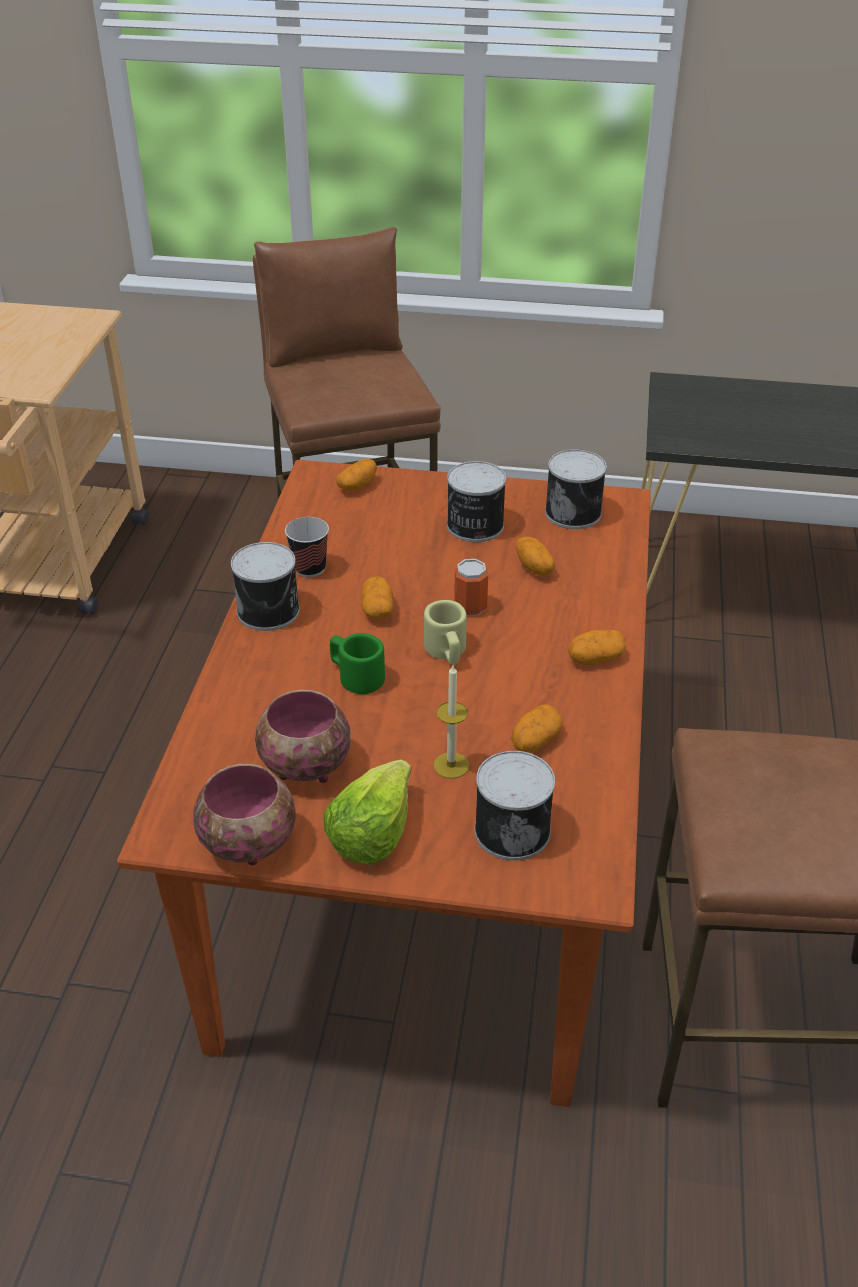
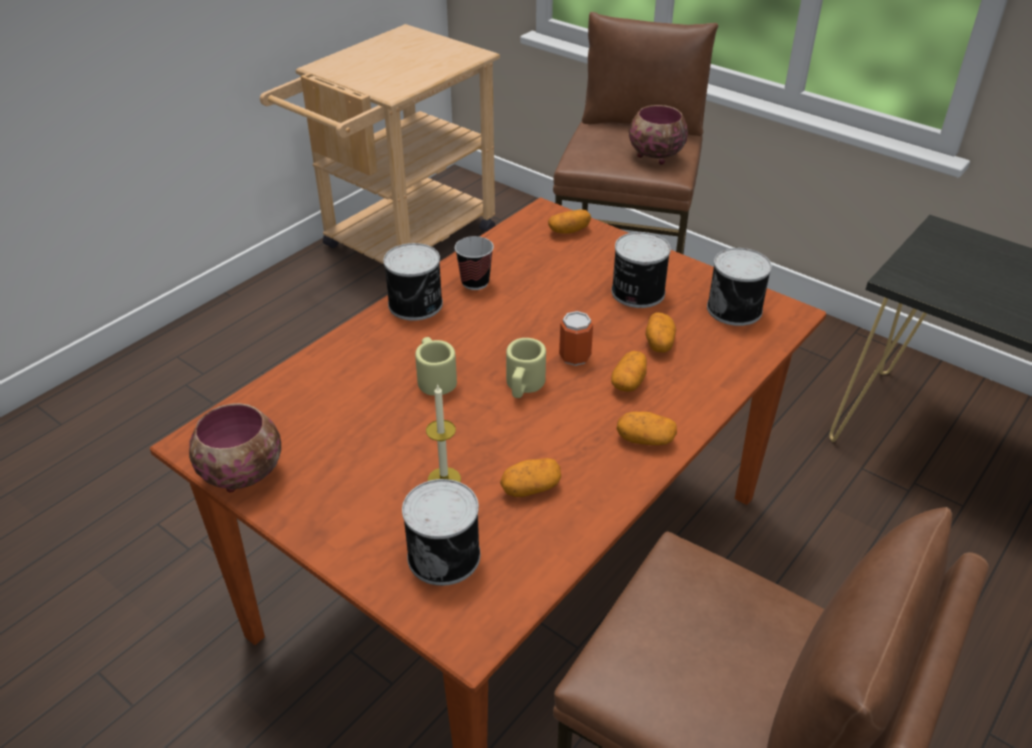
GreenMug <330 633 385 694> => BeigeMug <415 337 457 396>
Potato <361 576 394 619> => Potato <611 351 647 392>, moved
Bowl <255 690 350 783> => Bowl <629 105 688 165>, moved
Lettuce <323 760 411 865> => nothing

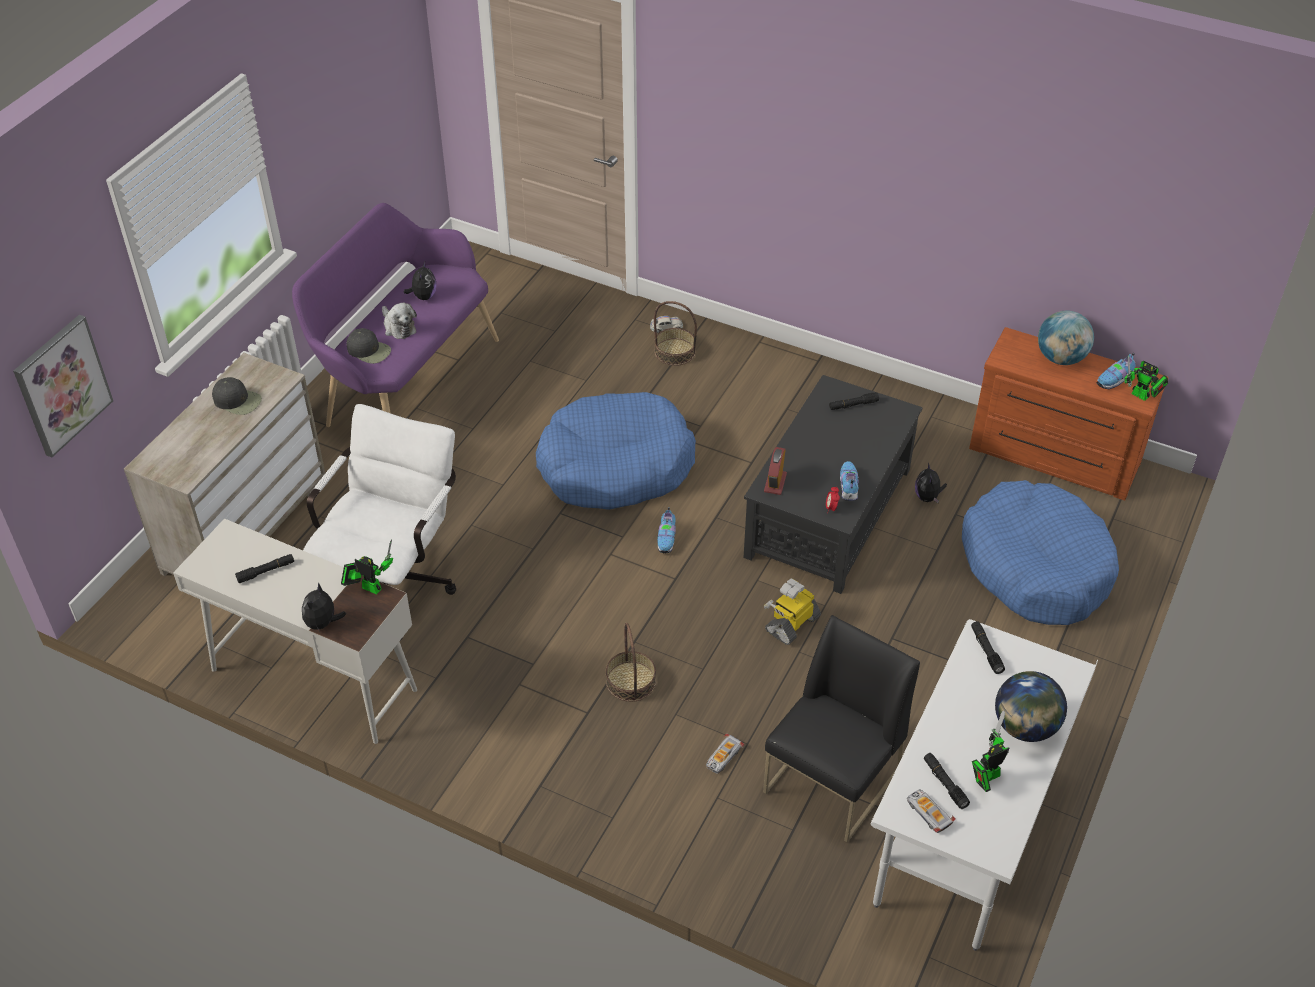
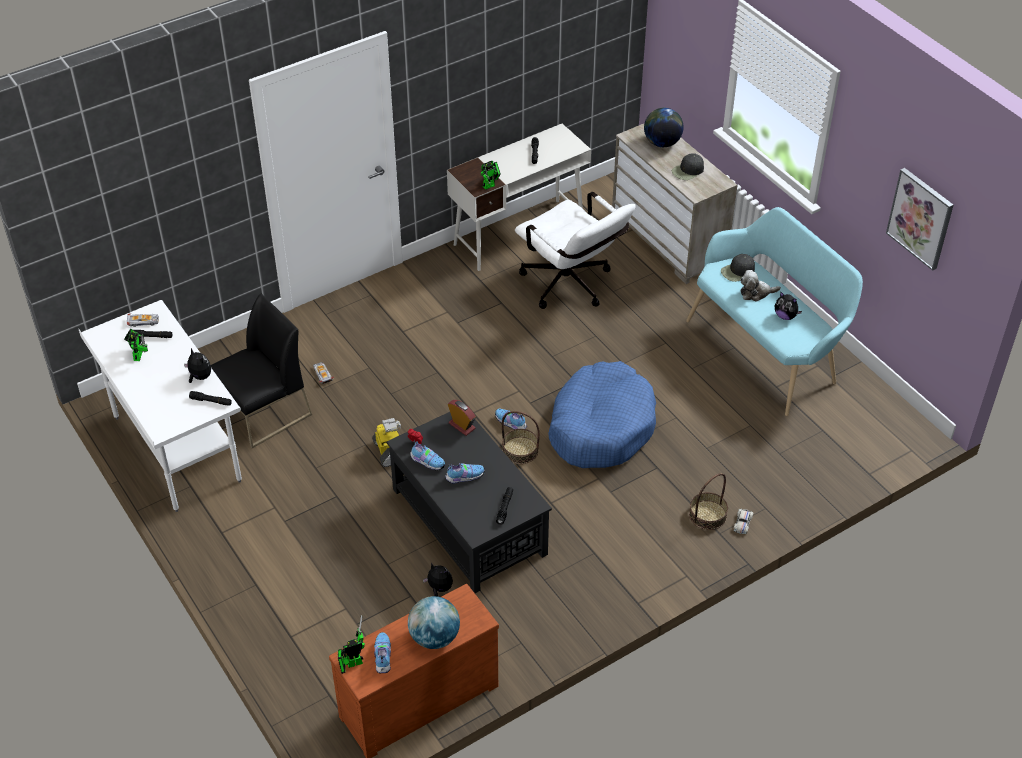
PlushToy <302 582 346 633> => PlushToy <184 348 211 383>, moved
BlackChair <763 615 920 843> => BlackChair <211 293 312 448>, 105 degrees counterclockwise
nothing => Shoe <445 463 485 484>
Basket <606 622 656 702> => Basket <502 411 540 464>, moved
Globe <995 671 1067 742> => Globe <644 108 684 147>, moved
PurpleBench <292 203 499 427> => TurquoiseBench <686 207 863 416>
Picture <13 315 113 458> => Picture <886 168 953 271>, moved
BlueDogBed <962 480 1119 625> => nothing

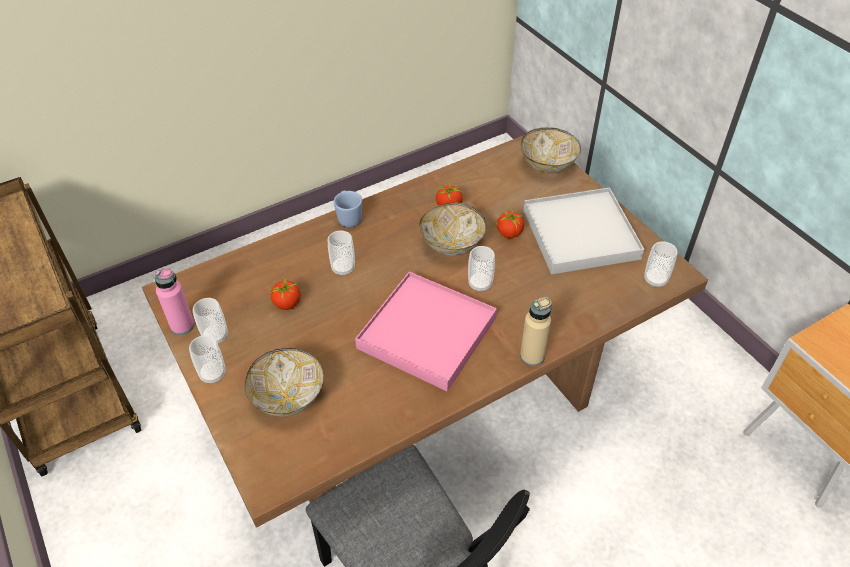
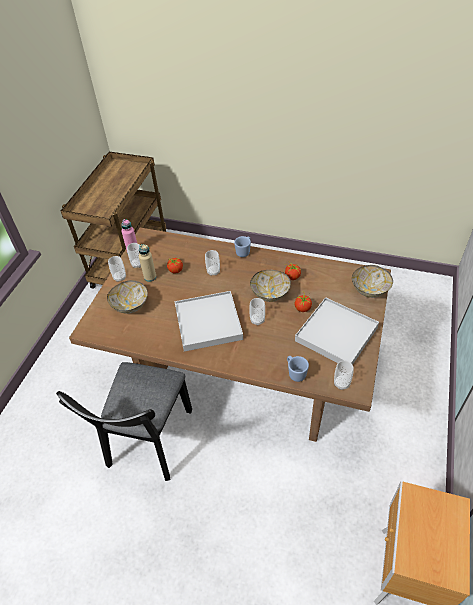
BeigeBottle <520 297 552 366> => BeigeBottle <139 244 156 282>, moved
PinkTray <355 272 497 391> => WhiteTray <175 291 243 352>
nothing => BlueMug <287 356 309 382>

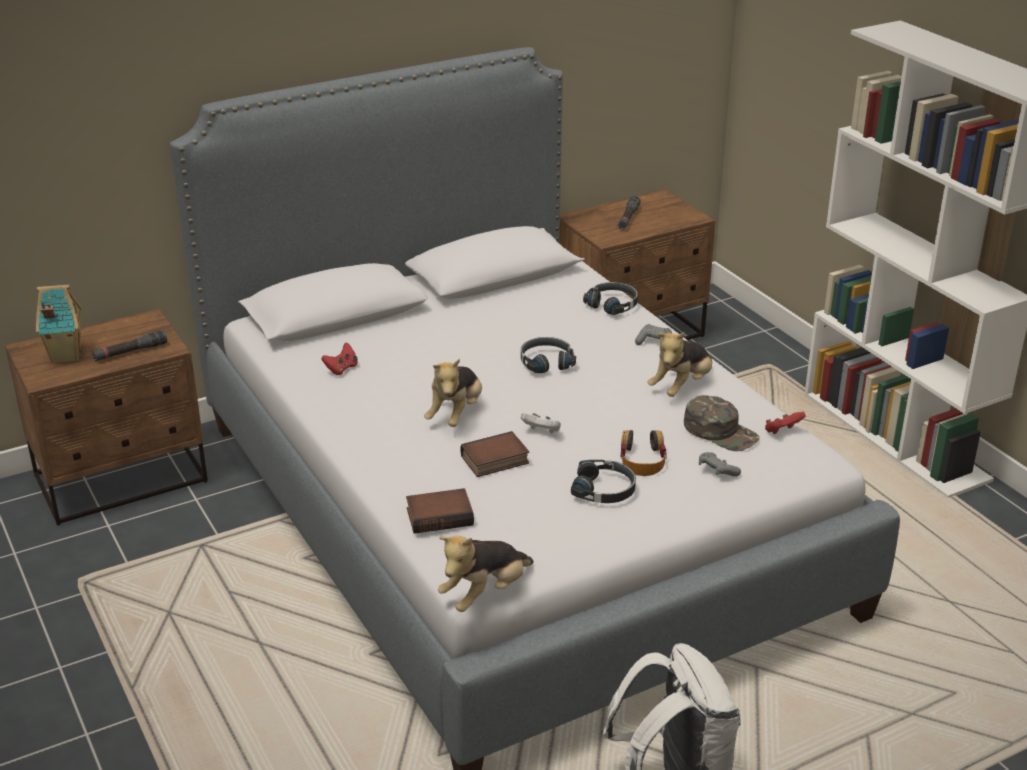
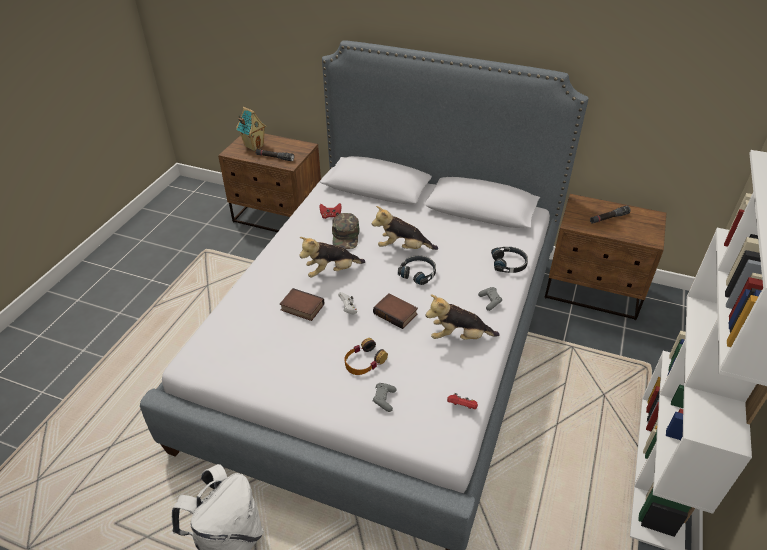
GreenCap <684 395 760 451> => GreenCap <332 213 360 249>, moved
PlushToy <438 536 534 612> => PlushToy <372 206 438 250>, moved
Book <406 488 474 534> => Book <373 293 418 329>, moved
BlackHeadphones <571 460 636 503> => nothing

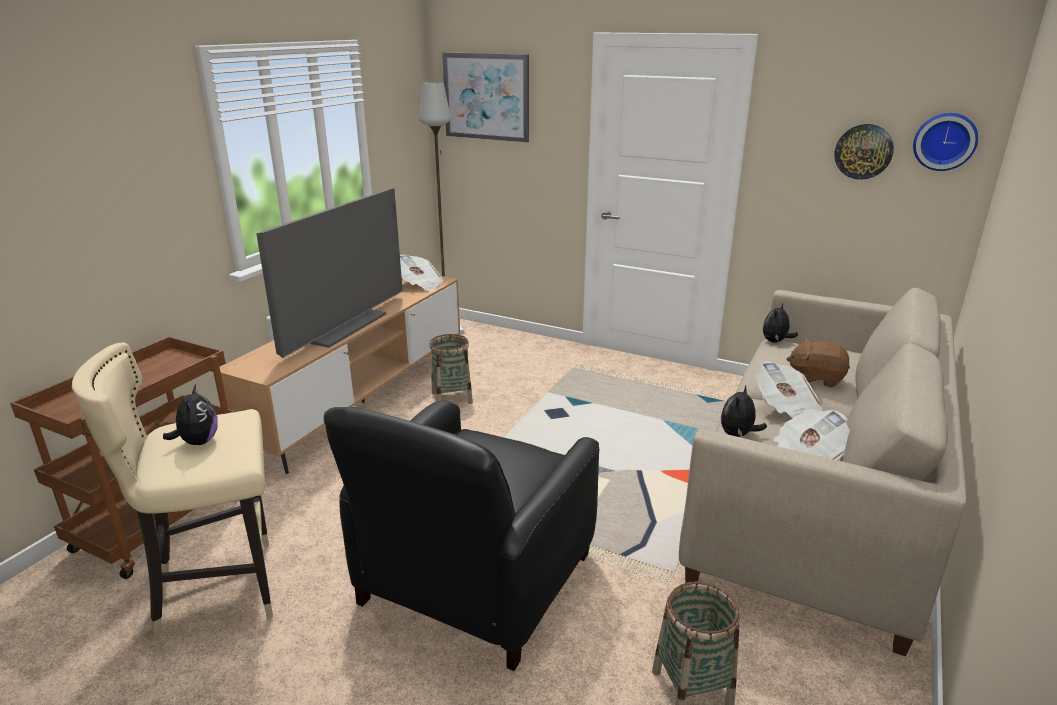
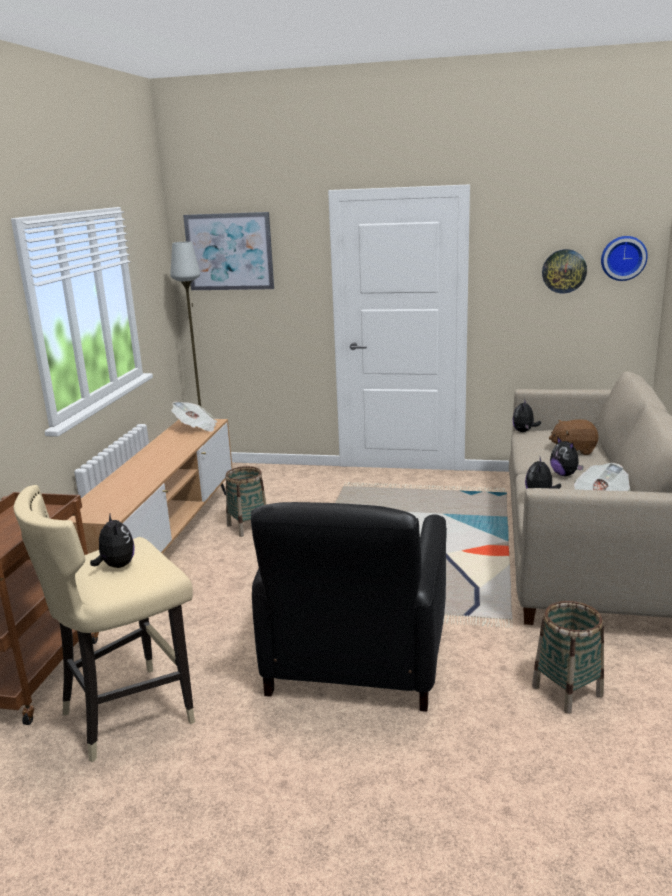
Newspaper <755 361 823 418> => PlushToy <550 436 584 476>
Television <256 188 403 358> => nothing

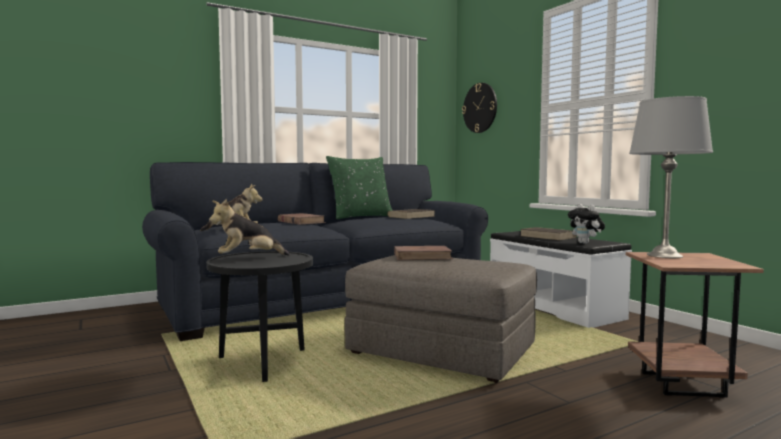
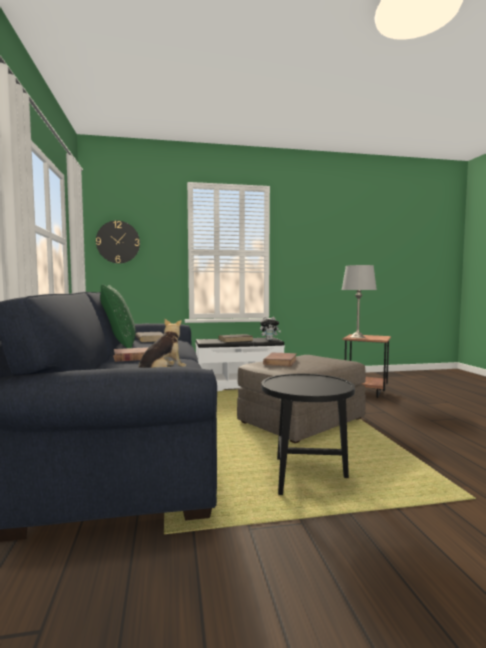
PlushToy <209 199 290 256> => nothing

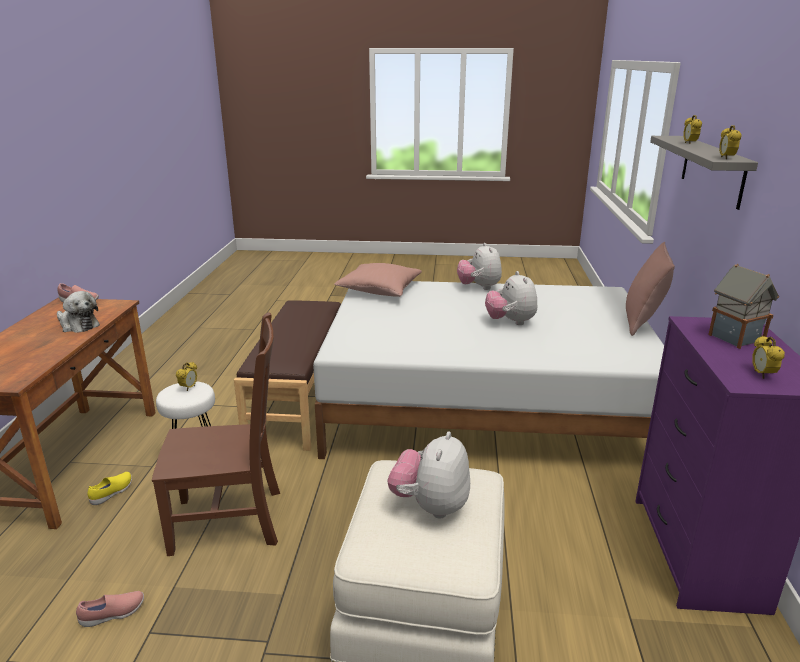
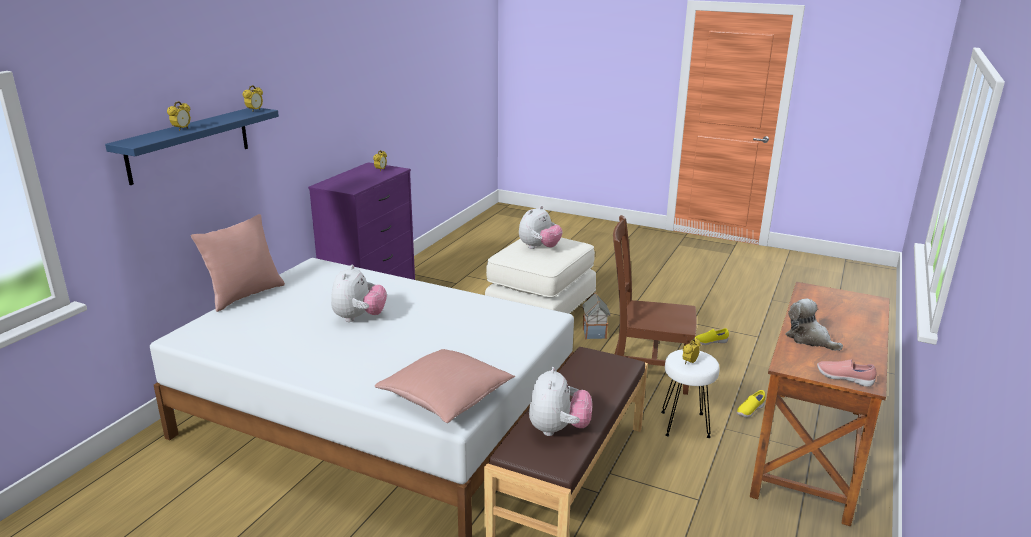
GreyShelf <650 136 758 210> => BlueShelf <105 108 279 185>
PlushToy <457 243 502 290> => PlushToy <529 367 592 436>, moved
ToyHouse <708 264 779 349> => ToyHouse <582 292 611 339>, moved
PinkShoe <76 591 144 627> => YellowShoe <695 328 729 345>

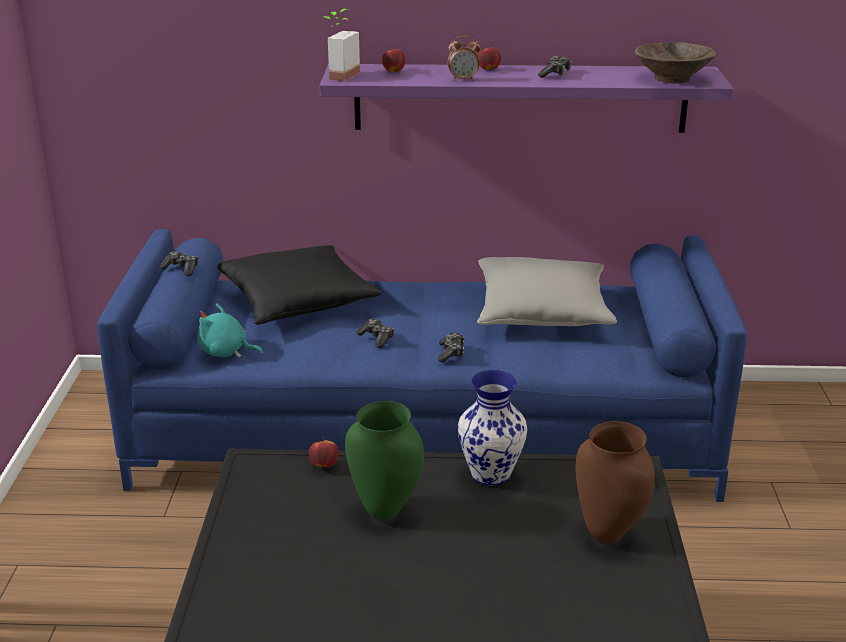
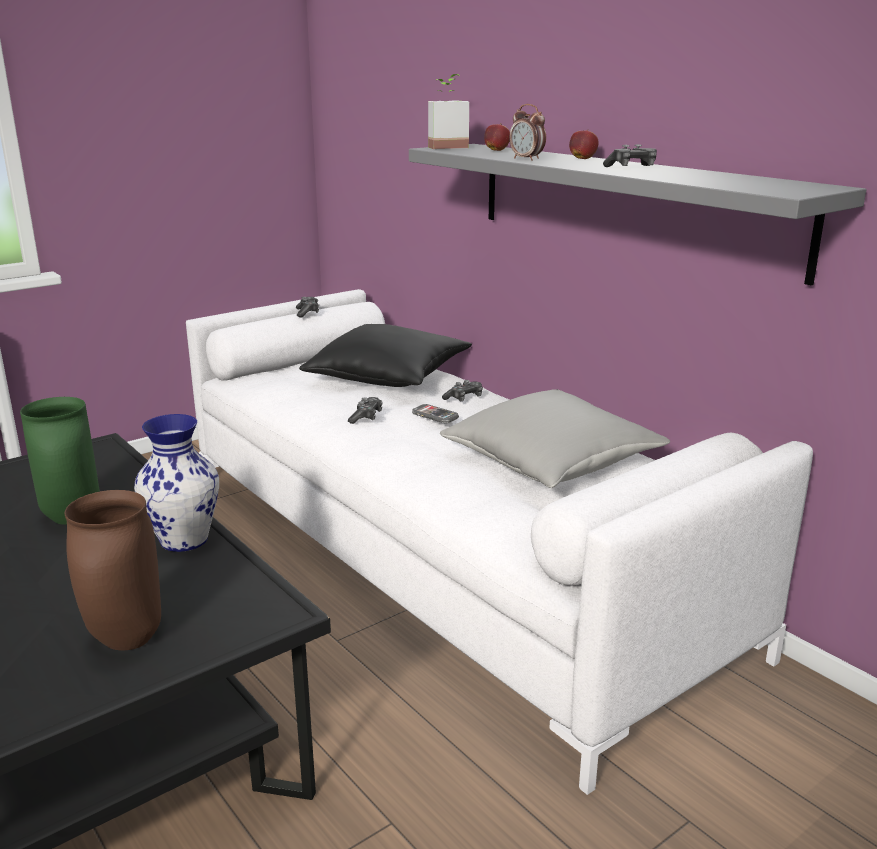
BlueSofa <97 229 747 502> => WhiteSofa <186 289 813 795>
PurpleShelf <320 64 734 133> => GreyShelf <409 144 866 286>
nothing => Phone <412 404 459 423>
GameController <438 332 465 362> => GameController <442 380 483 401>, moved
TurquoisePlushToy <197 303 264 358> => nothing
Apple <309 437 338 467> => nothing
BrownBowl <635 42 716 84> => nothing

